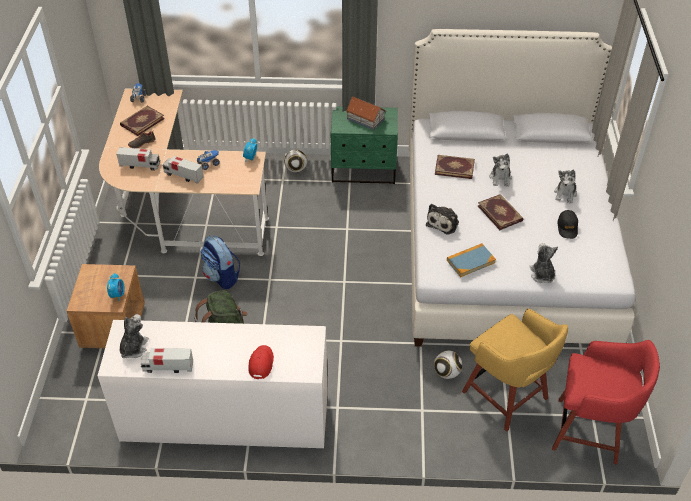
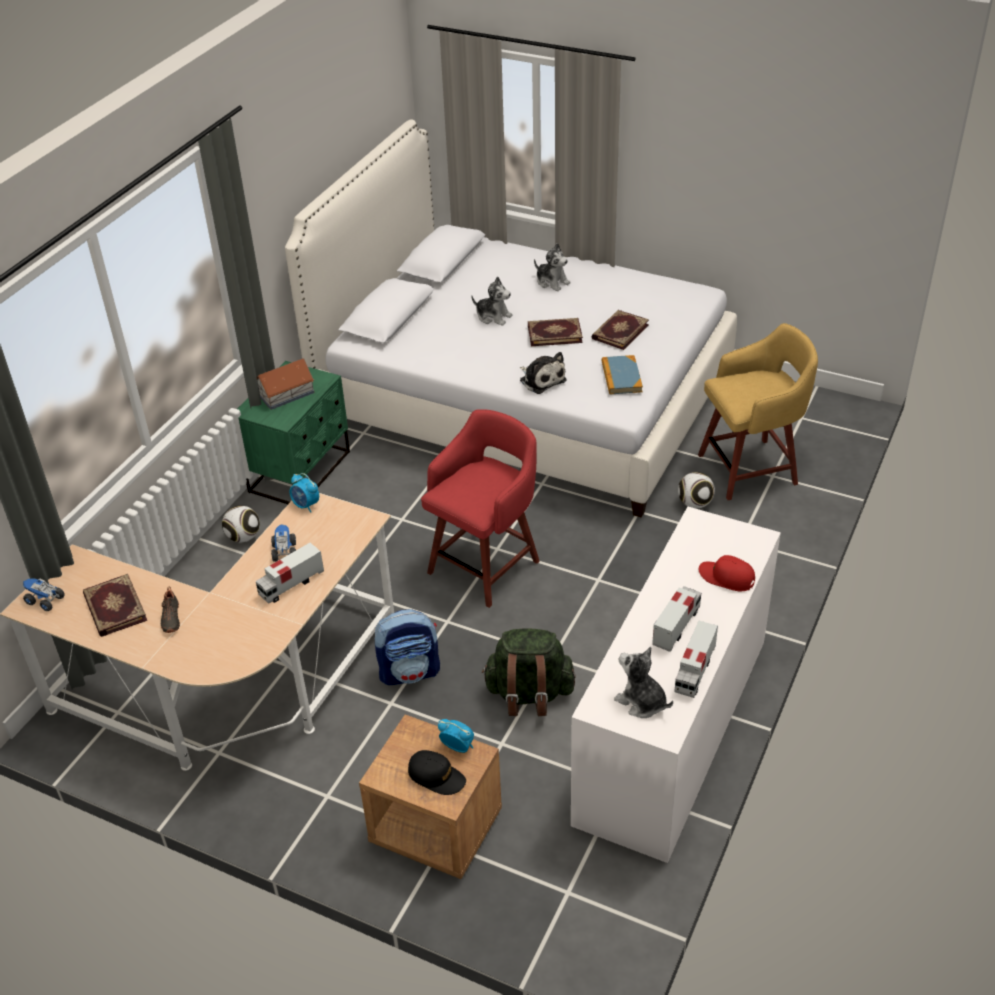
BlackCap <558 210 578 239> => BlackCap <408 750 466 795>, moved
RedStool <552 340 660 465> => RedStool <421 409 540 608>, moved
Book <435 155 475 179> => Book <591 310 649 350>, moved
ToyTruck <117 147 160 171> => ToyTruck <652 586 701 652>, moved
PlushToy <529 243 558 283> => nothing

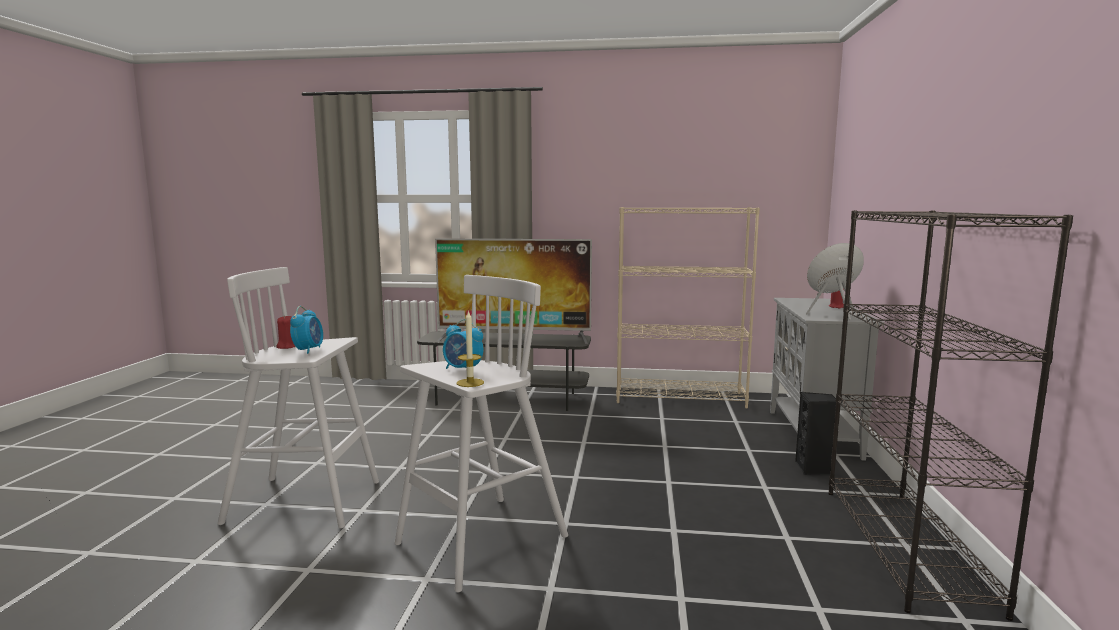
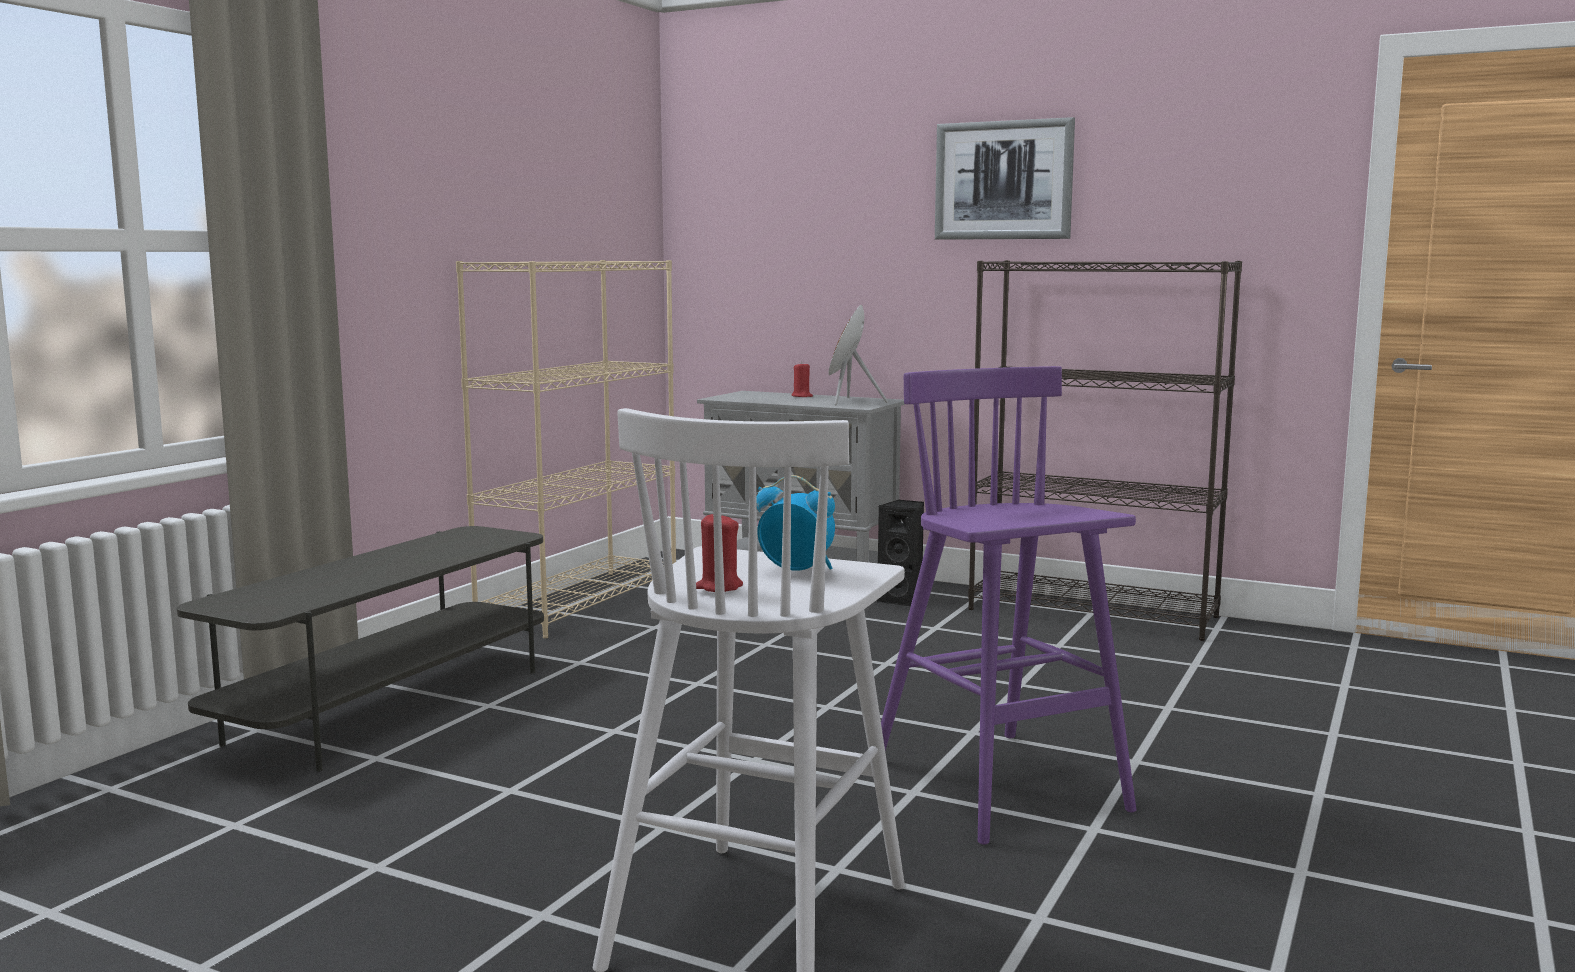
WhiteStool <394 275 568 592> => PurpleStool <881 366 1136 845>
nothing => Picture <935 117 1075 240>
Television <435 239 592 344> => nothing
AlarmClock <443 319 483 369> => nothing
Candle <457 310 484 387> => nothing

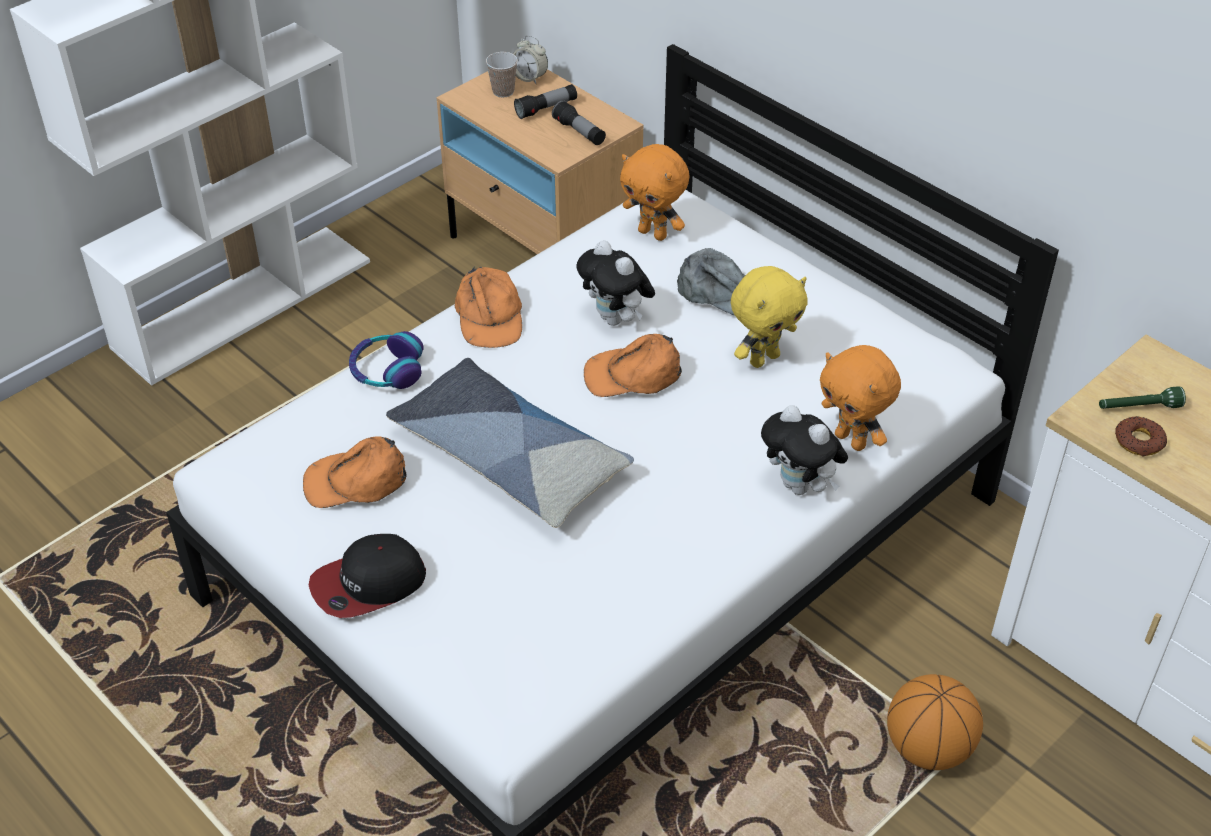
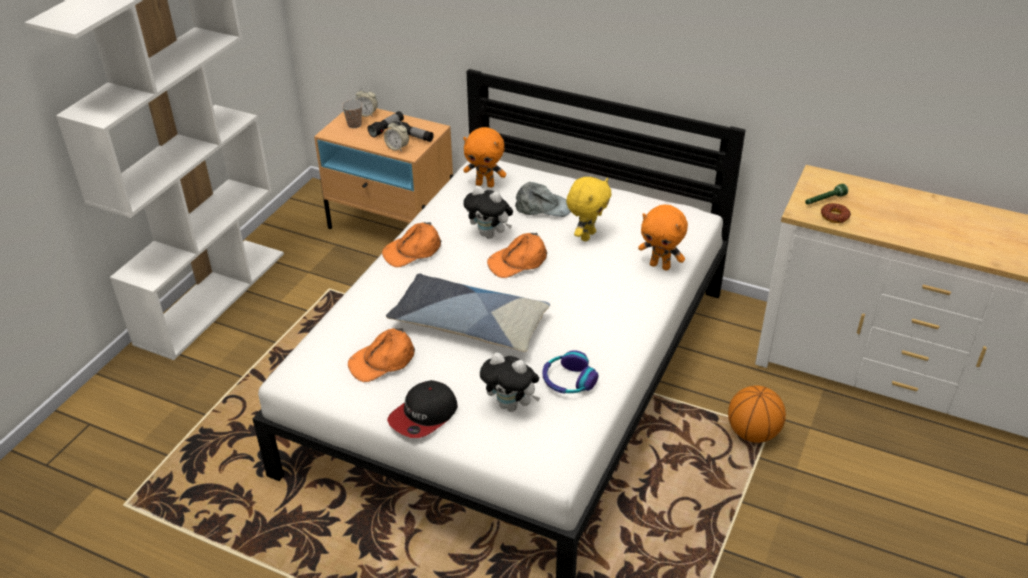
OrangeCap <455 266 522 348> => OrangeCap <382 222 441 267>, 90 degrees clockwise
nothing => AlarmClock <384 120 409 152>
PlushToy <761 405 848 495> => PlushToy <480 353 540 412>, moved
Headphones <349 331 424 389> => Headphones <542 350 599 394>, moved

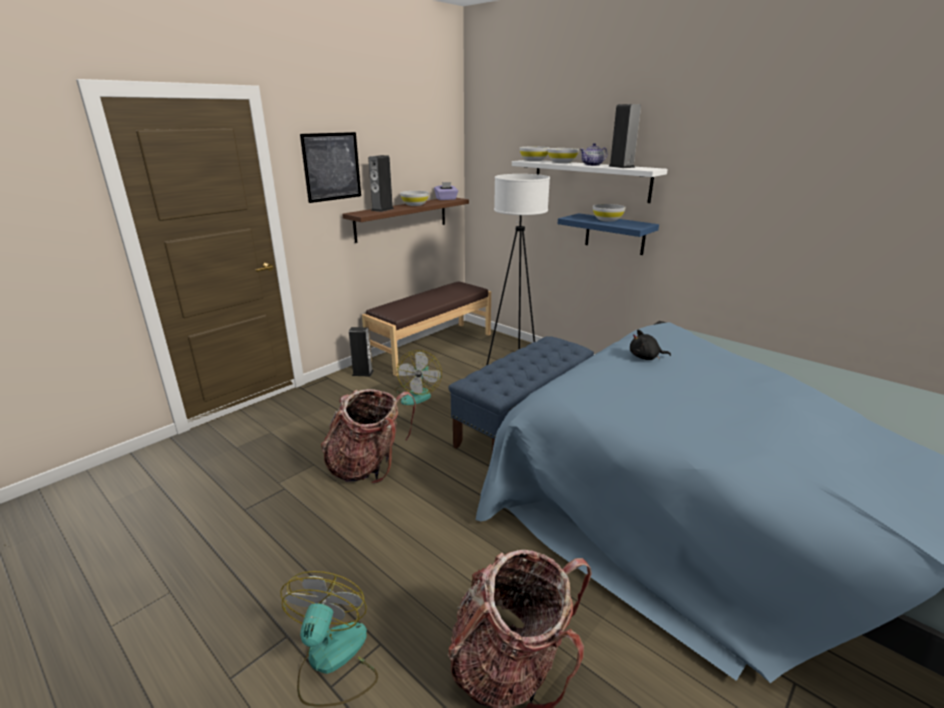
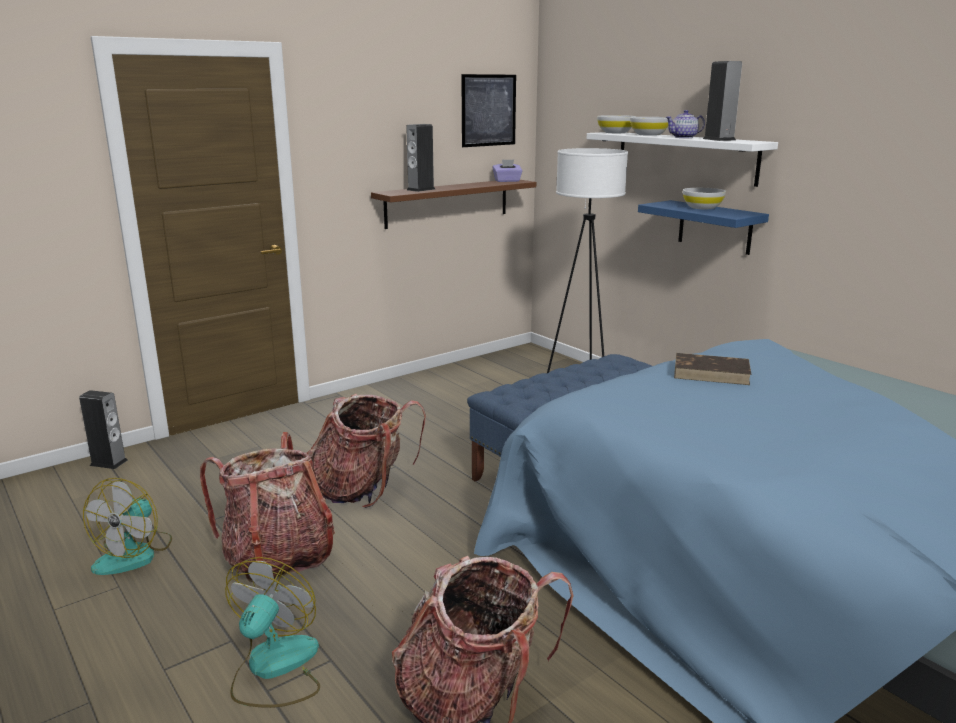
Speaker <349 327 373 377> => Speaker <79 390 128 469>, moved
Fan <395 350 442 405> => Fan <83 478 172 575>, moved
nothing => Backpack <200 432 335 583>
Picture <300 132 361 203> => Picture <461 74 516 147>, moved
BlackPlushToy <630 330 671 360> => BrownBook <674 353 752 385>
BrownBench <362 281 491 376> => nothing
WhiteBowl <400 191 429 206> => nothing

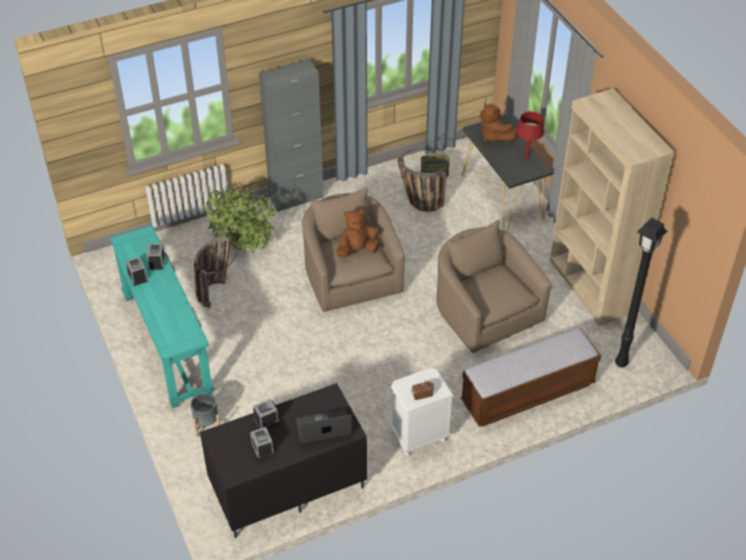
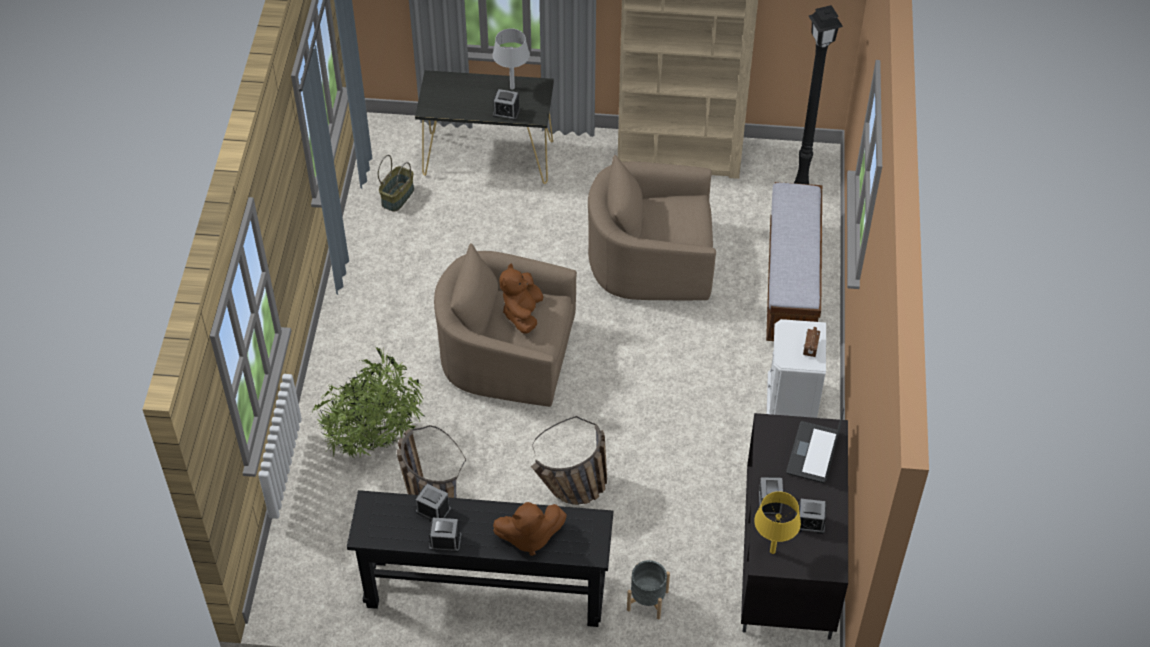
TurquoiseConsoleTable <110 225 214 408> => BlackConsoleTable <347 490 613 627>
RedTableLamp <516 112 544 159> => GreyTableLamp <493 28 530 90>
nothing => AlarmClock <493 89 520 121>
BrownPlushToy <480 102 516 141> => BrownPlushToy <493 502 567 556>, moved
Basket <397 149 447 212> => Basket <531 416 607 505>, moved
nothing => YellowTableLamp <754 491 801 554>
GreyCabinet <259 59 324 212> => nothing

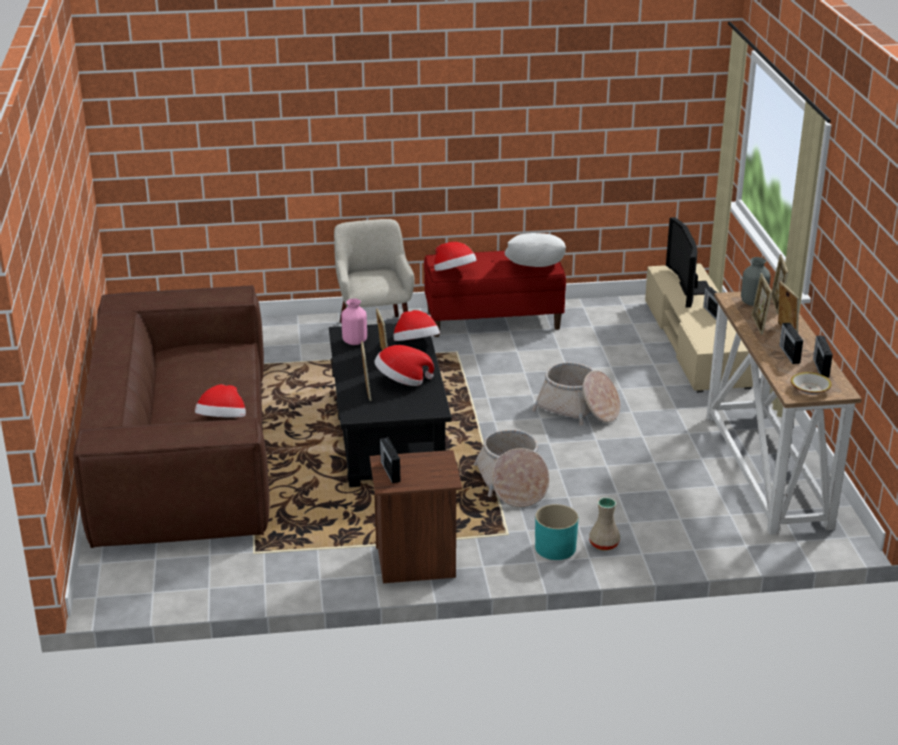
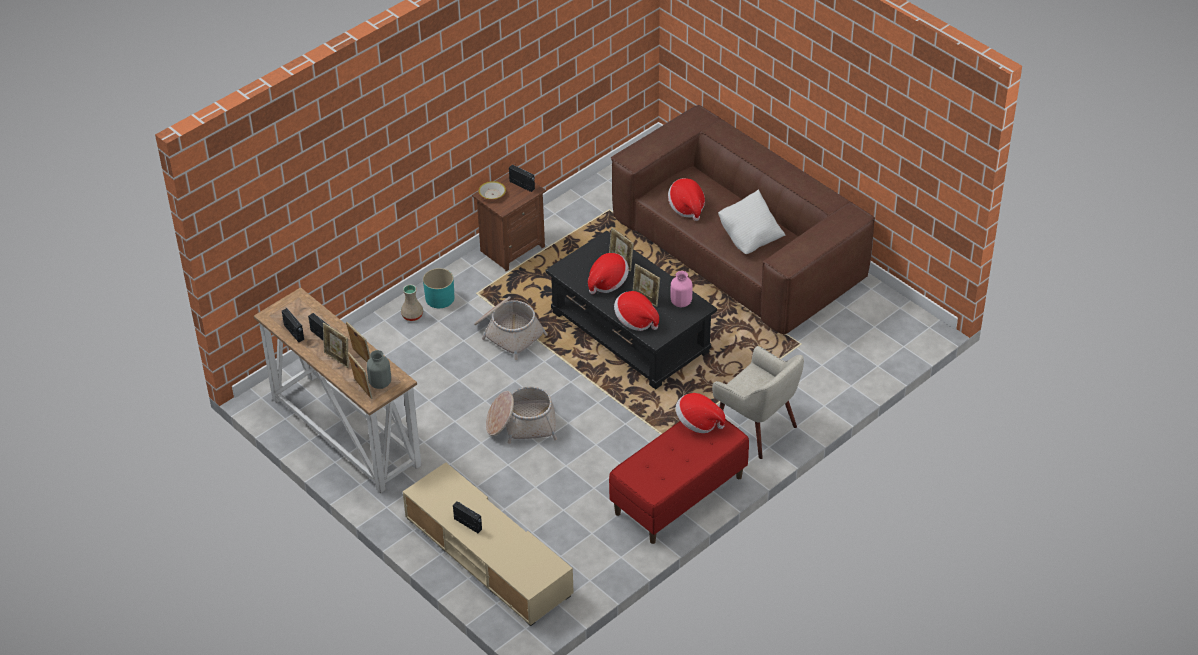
Bowl <791 372 832 395> => Bowl <478 181 506 200>, moved
WhitePillow <504 233 566 267> => WhitePillow <718 189 785 254>, moved
Television <666 217 709 307> => nothing

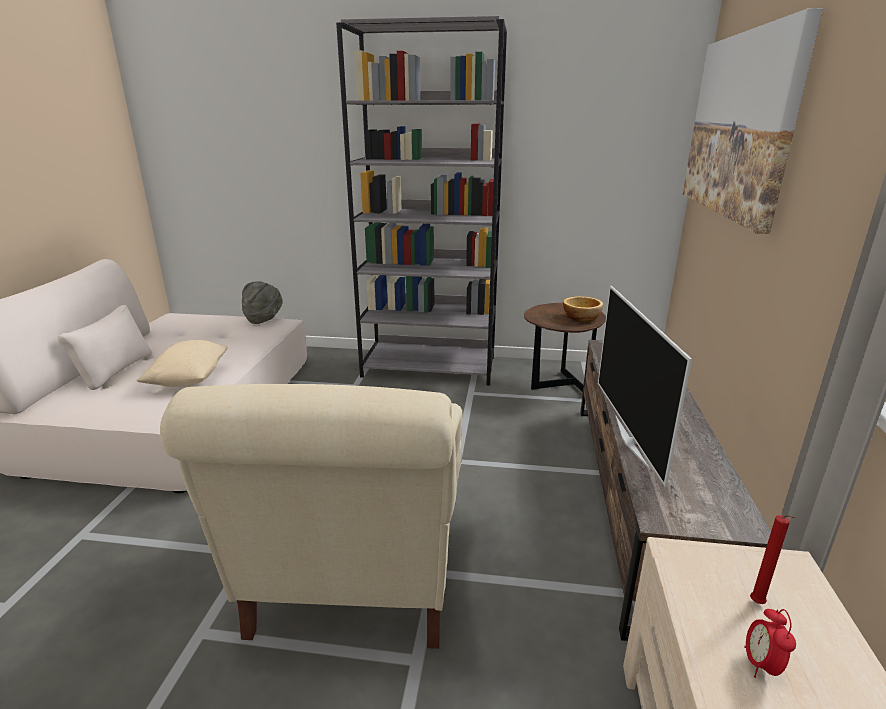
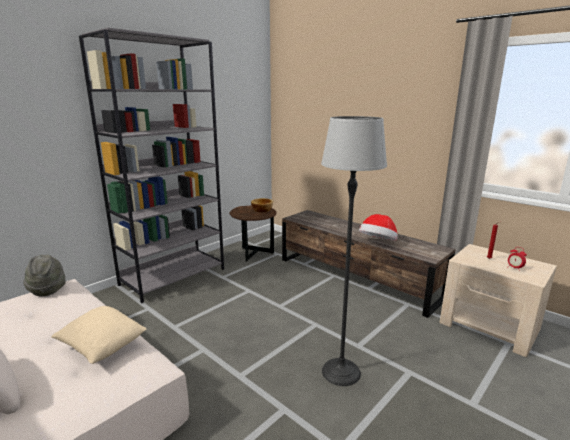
BeigeArmchair <160 384 462 649> => FloorLamp <321 116 387 386>
Television <598 286 692 487> => Hat <359 214 398 241>
Picture <683 8 823 234> => nothing

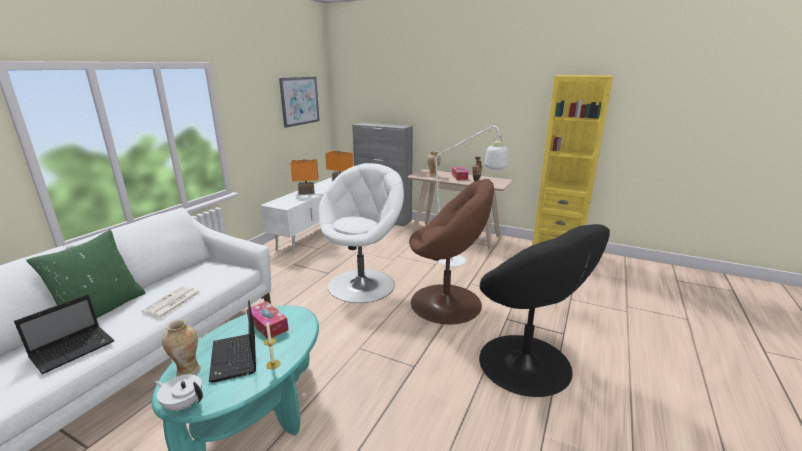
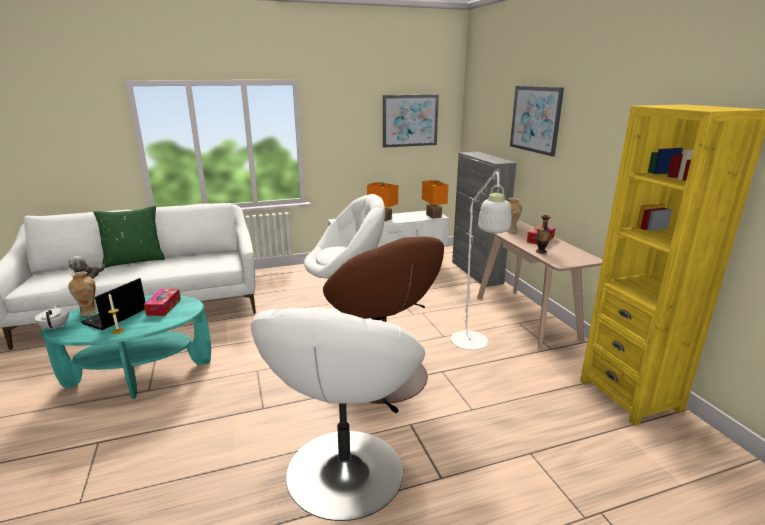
Laptop <14 294 115 374> => PlushToy <69 256 106 279>
BlackArmchair <479 224 610 397> => WhiteArmchair <251 307 425 521>
nothing => Picture <510 86 564 157>
Newspaper <142 286 201 318> => nothing

